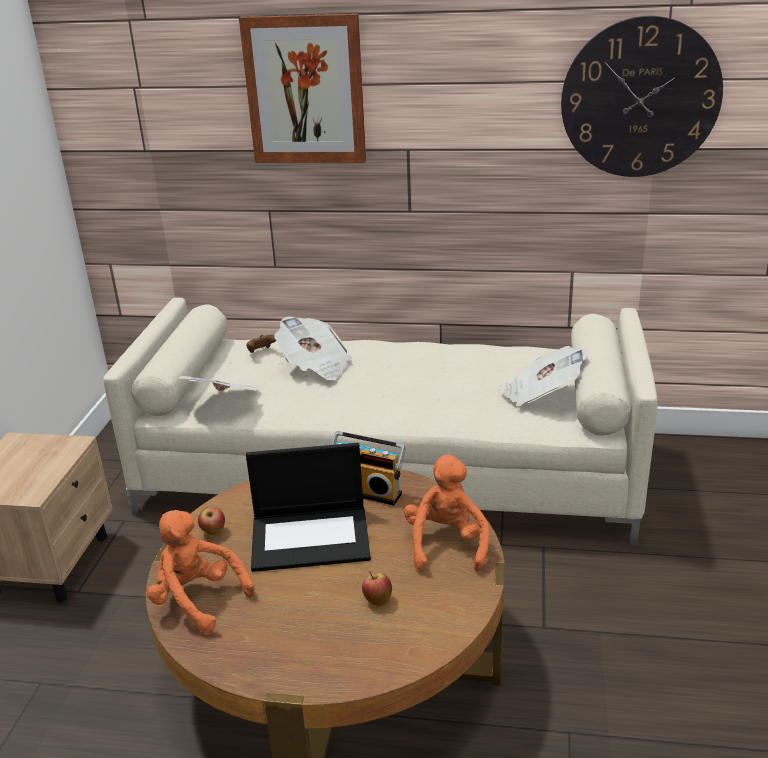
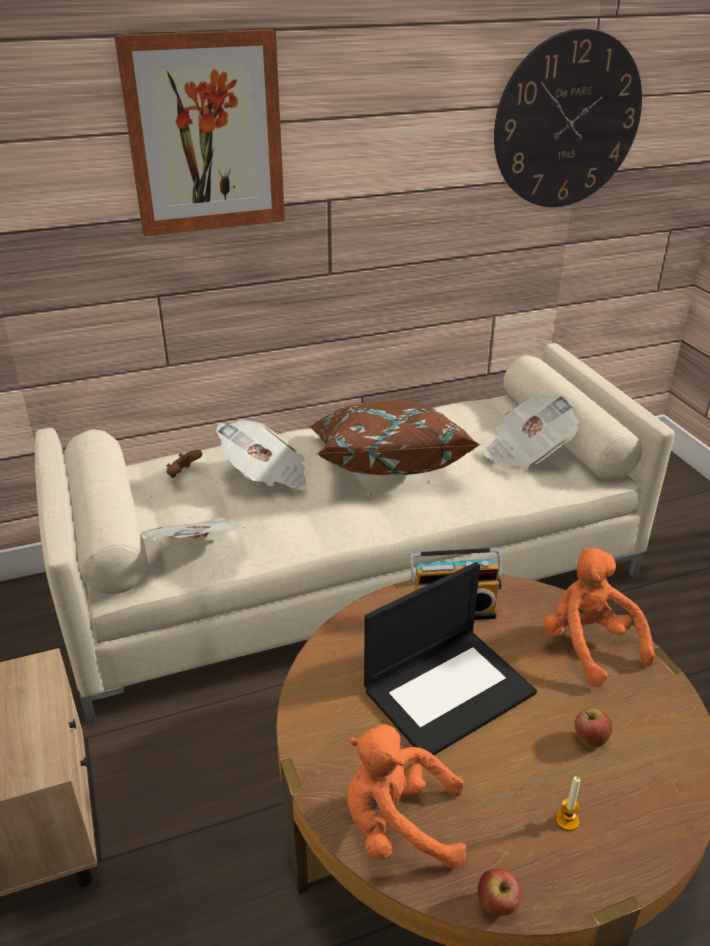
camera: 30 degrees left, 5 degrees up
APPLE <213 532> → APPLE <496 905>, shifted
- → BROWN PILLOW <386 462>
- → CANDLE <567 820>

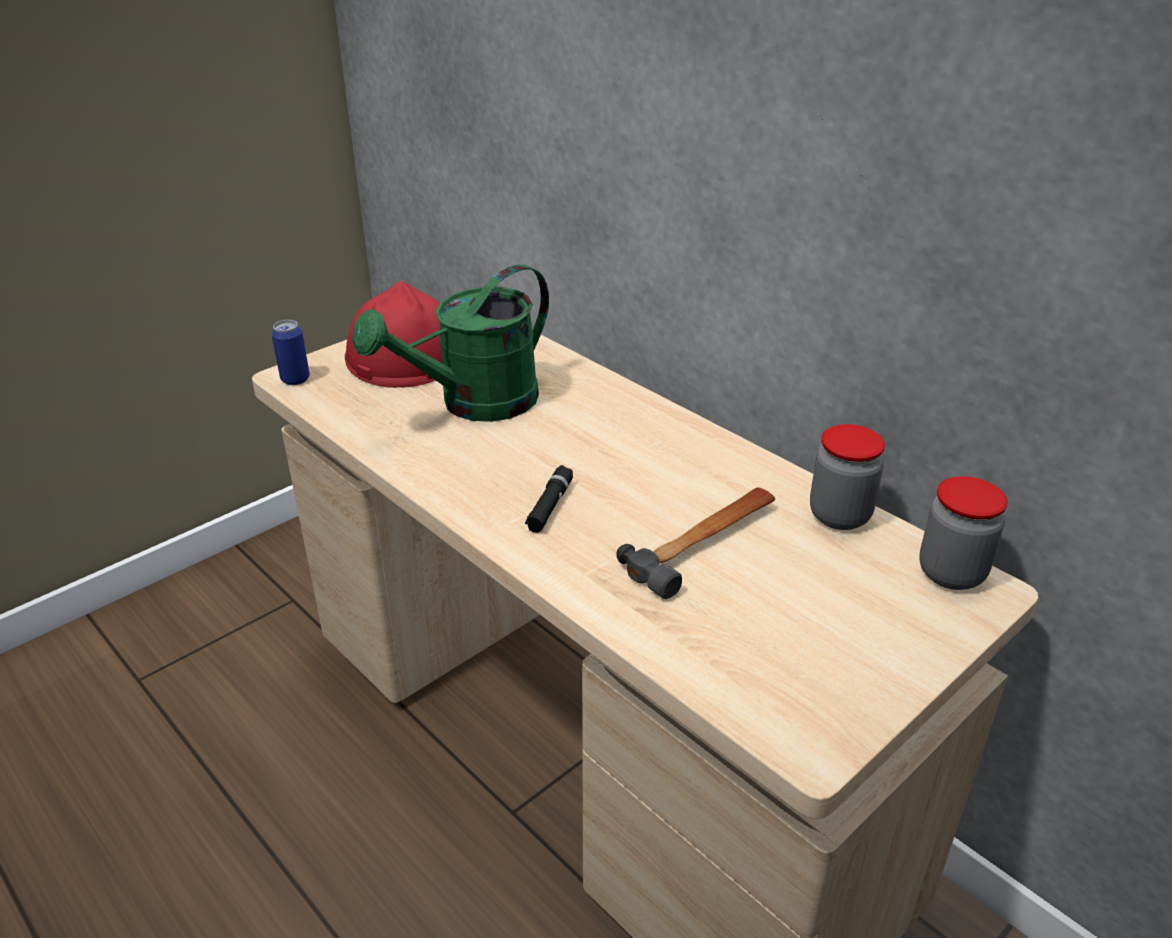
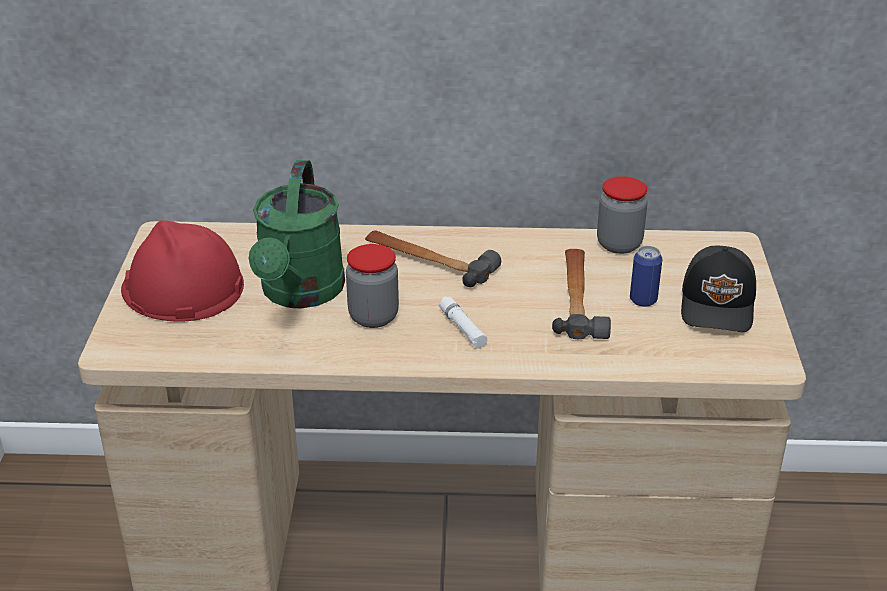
camera: 45 degrees left, 0 degrees up
CAN <295 379> → CAN <643 300>, shifted
BLACK FLASHLIGHT <550 506> → WHITE FLASHLIGHT <462 328>
JAR <951 573> → JAR <373 317>, shifted
- → HAMMER <428 261>
- → BLACK CAP <719 305>

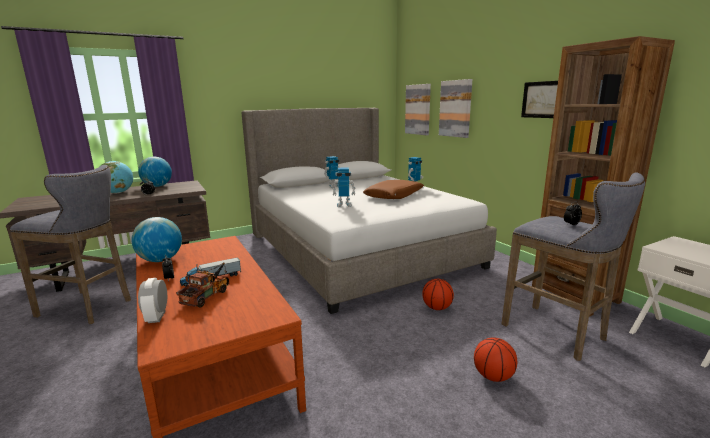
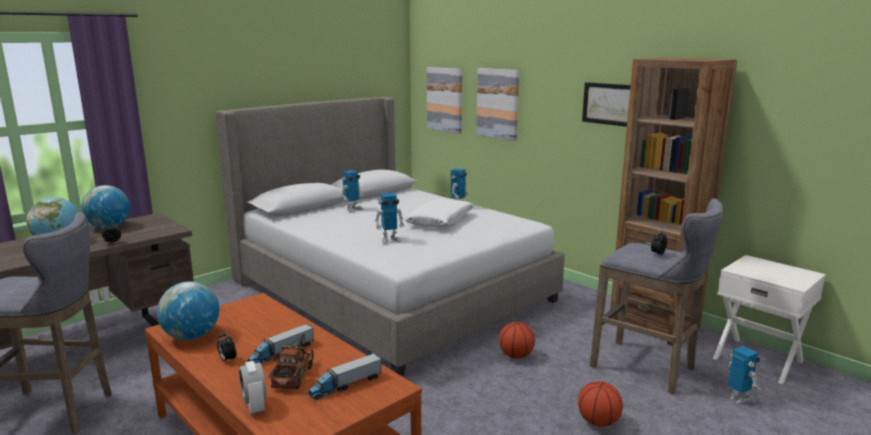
camera: 15 degrees left, 0 degrees up
BROWN PILLOW <394 196> → WHITE PILLOW <440 221>
- → TOY ROBOT <739 399>
- → TOY TRUCK <345 385>

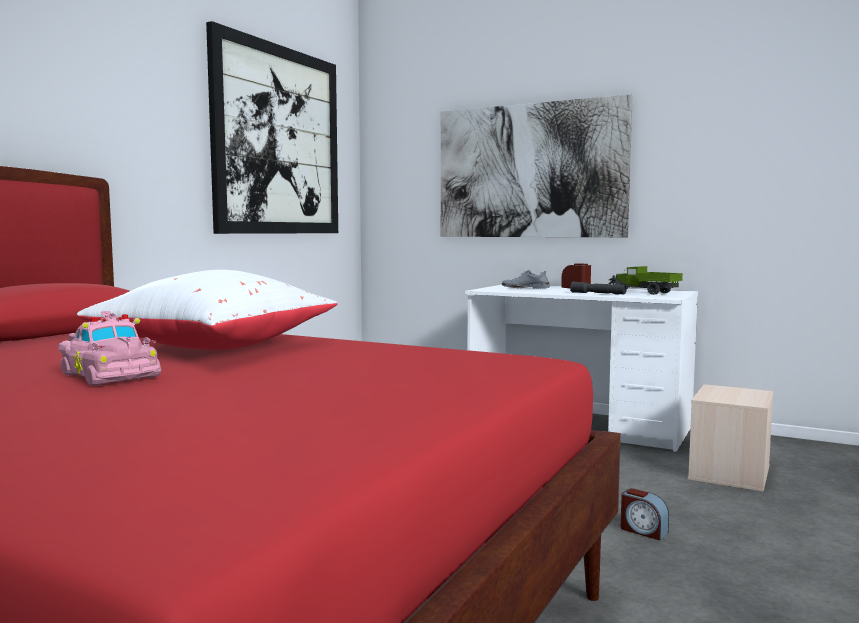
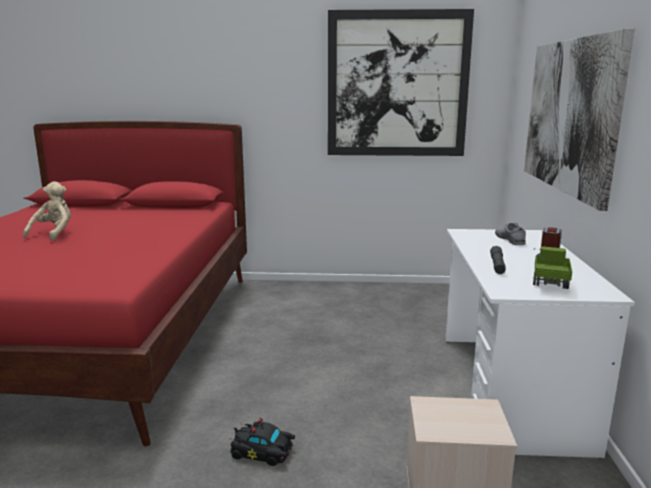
camera: 65 degrees right, 10 degrees up
WHITE PILLOW <214 348> → -
PINK TOY CAR <110 374> → BEIGE PLUSH TOY <54 233>
ALARM CLOCK <643 530> → BLACK TOY CAR <263 453>

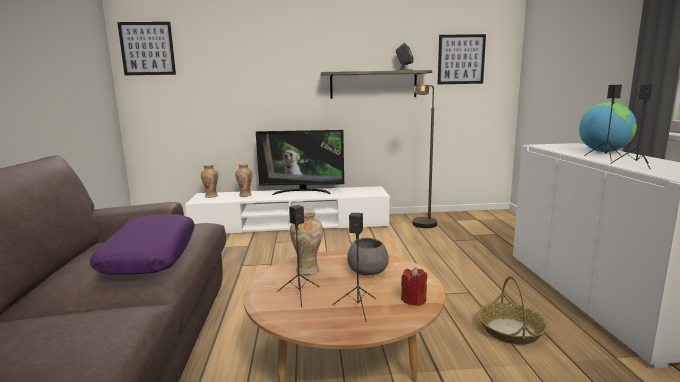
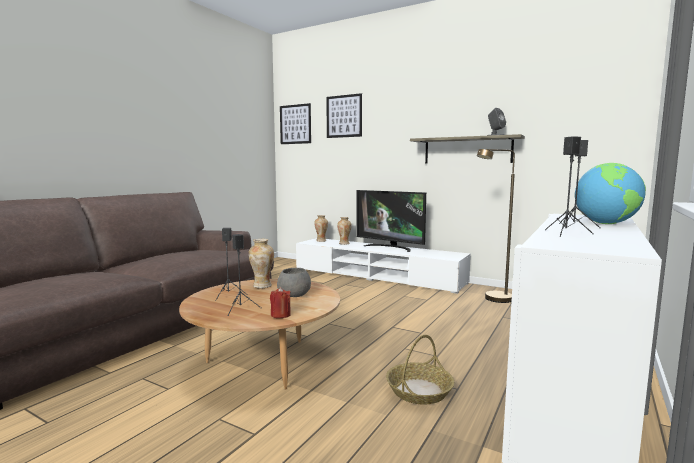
camera: 35 degrees right, 5 degrees down
PICTURE <461 59> → PICTURE <344 116>, shifted
PURPLE PILLOW <150 255> → -

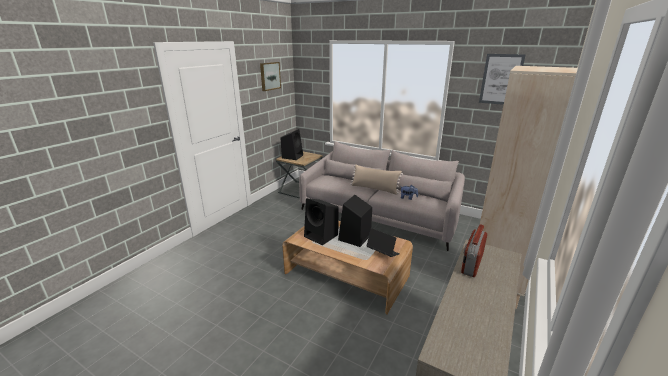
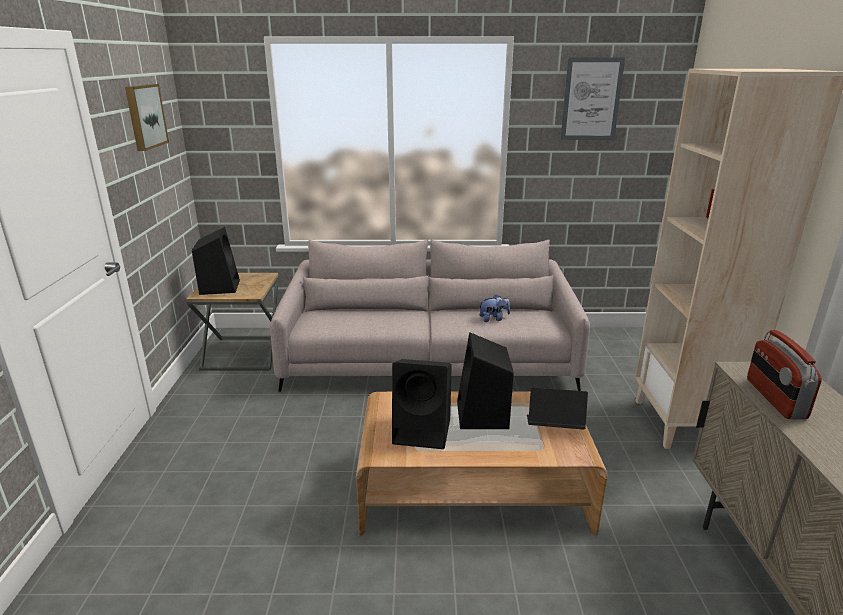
camera: 30 degrees left, 0 degrees up
BEIGE PILLOW <374 189> → -

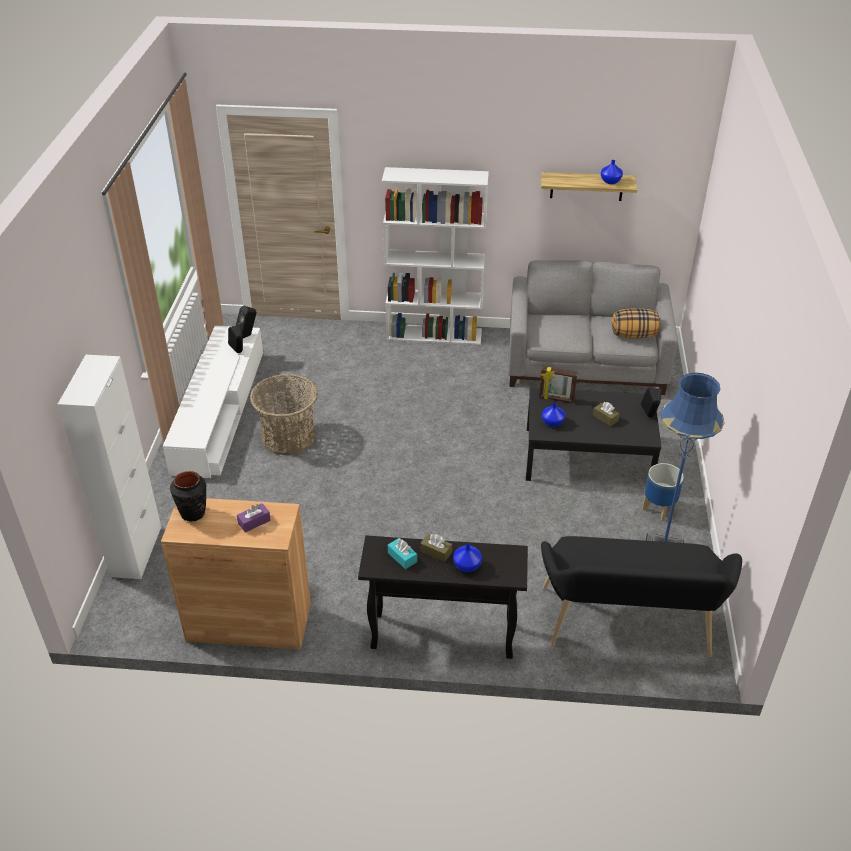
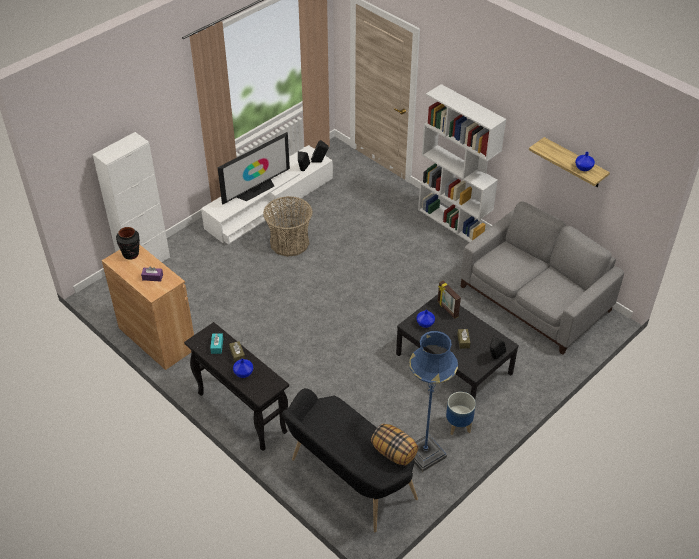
camera: 40 degrees right, 5 degrees up
PILLOW <633 335> → PILLOW <394 452>, shifted
- → TELEVISION <256 190>

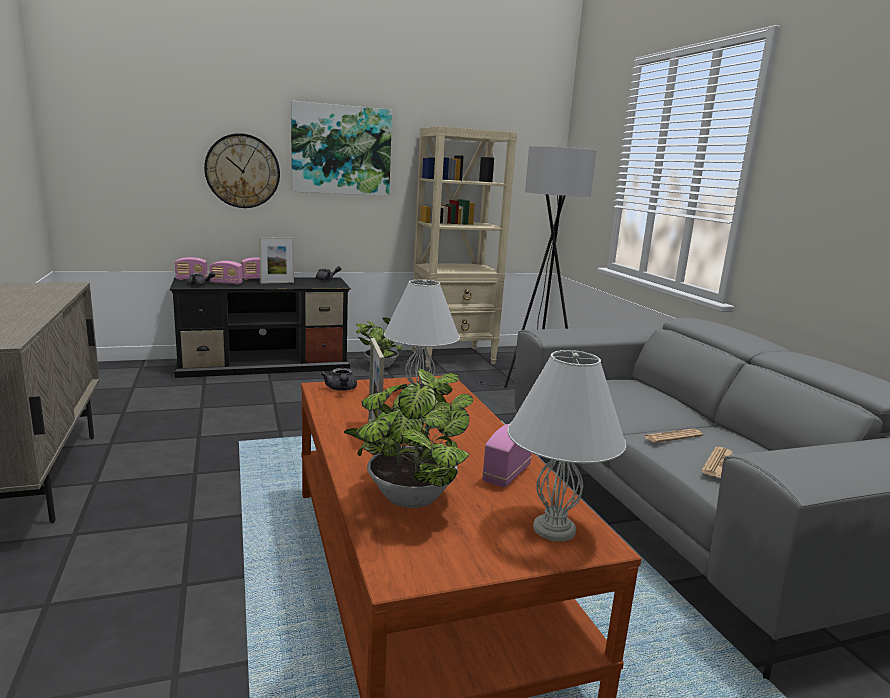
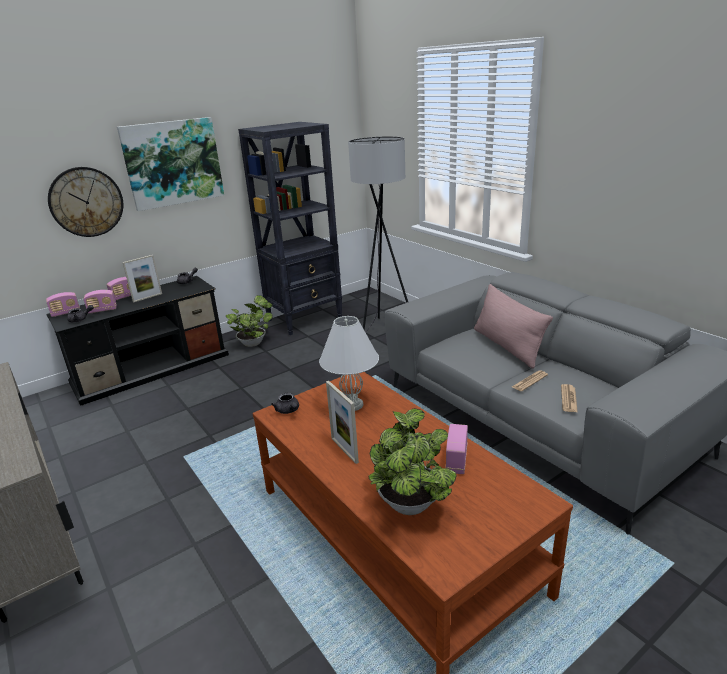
camera: 15 degrees left, 10 degrees up
BEIGE BOOKCASE <453 357> → BLACK BOOKCASE <305 318>
WHITE TABLE LAMP <555 529> → -
- → PINK PILLOW <507 346>

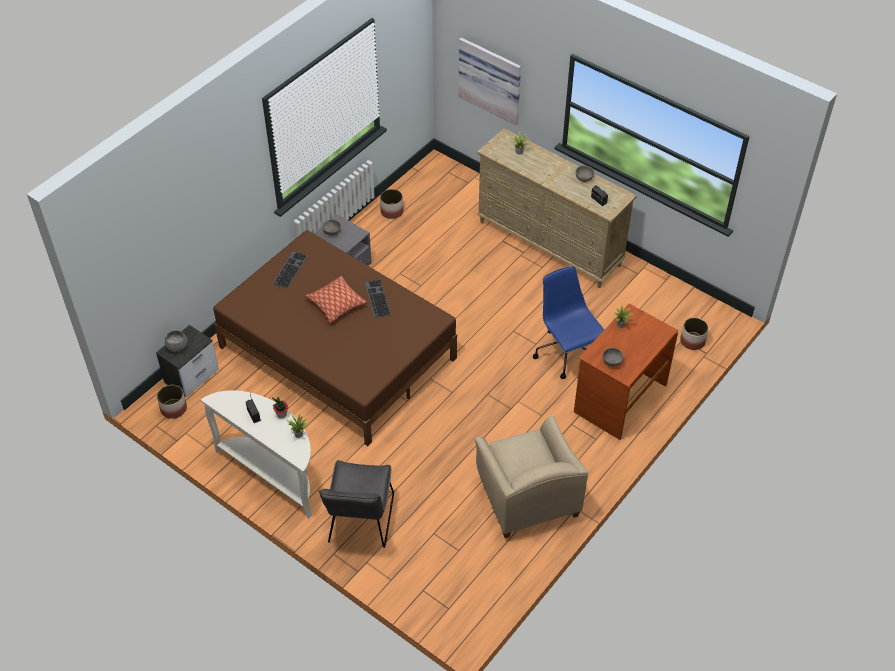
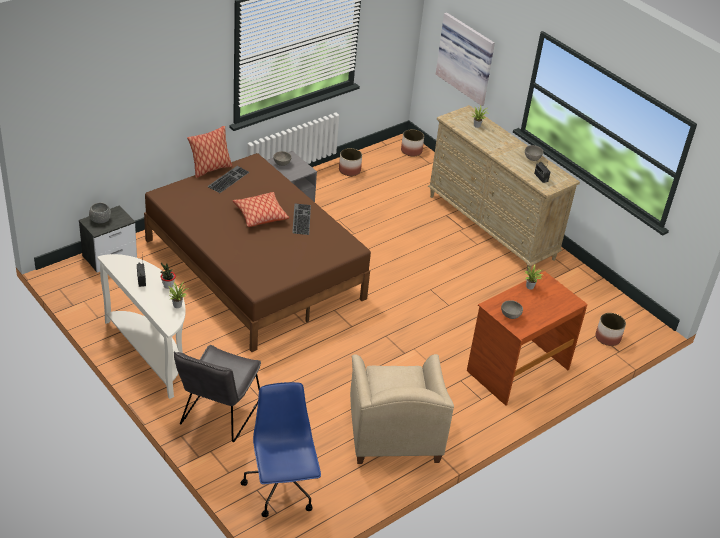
camera: 10 degrees right, 10 degrees down
BLUE OFFICE CHAIR <566 354> → BLUE OFFICE CHAIR <282 489>, shifted
PLANTER <173 408> → PLANTER <411 151>, shifted
- → PILLOW <210 169>

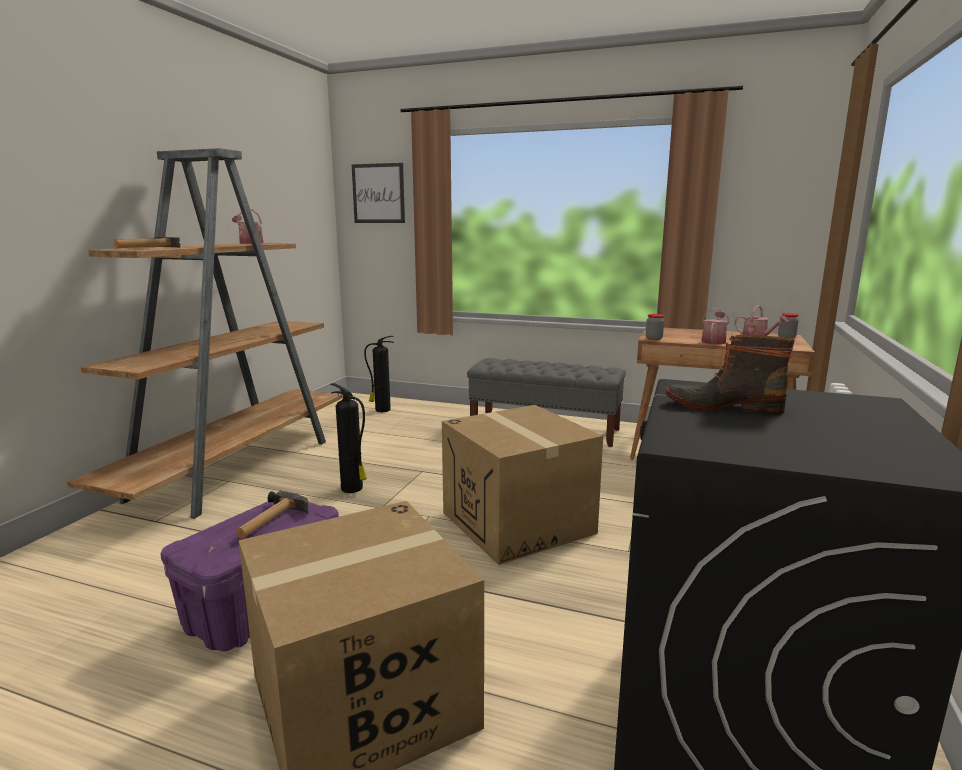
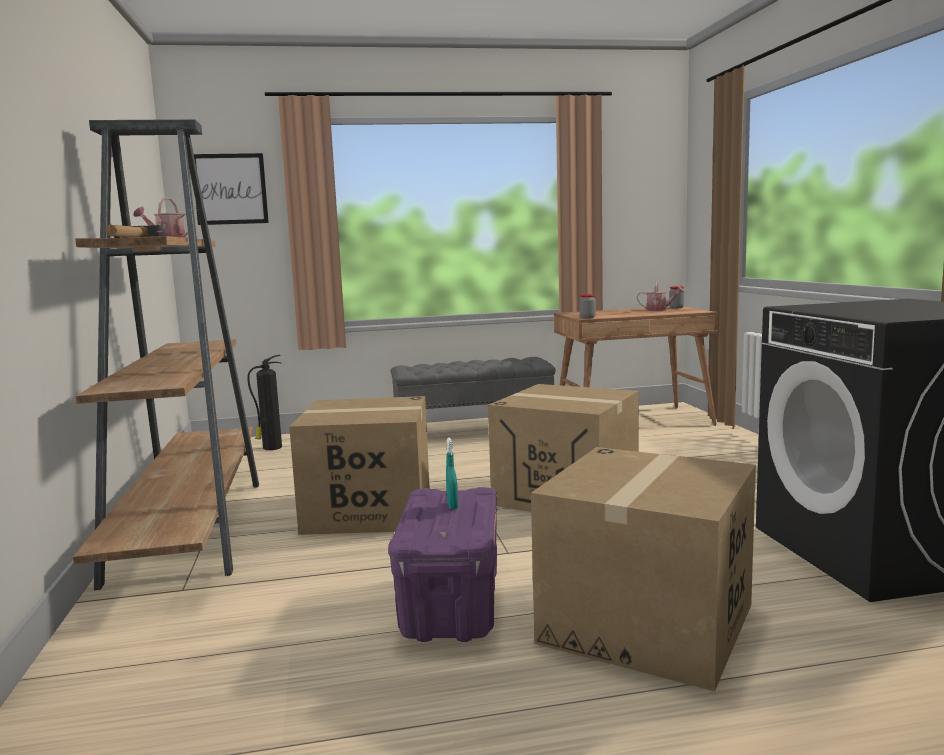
camera: 30 degrees left, 5 degrees down
WATERING CAN <714 341> → -
BOOT <722 406> → -
FIRE EXTINGUISHER <353 489> → CARDBOARD BOX <368 510>
HAMMER <270 521> → TURQUOISE SPRAY BOTTLE <452 506>

